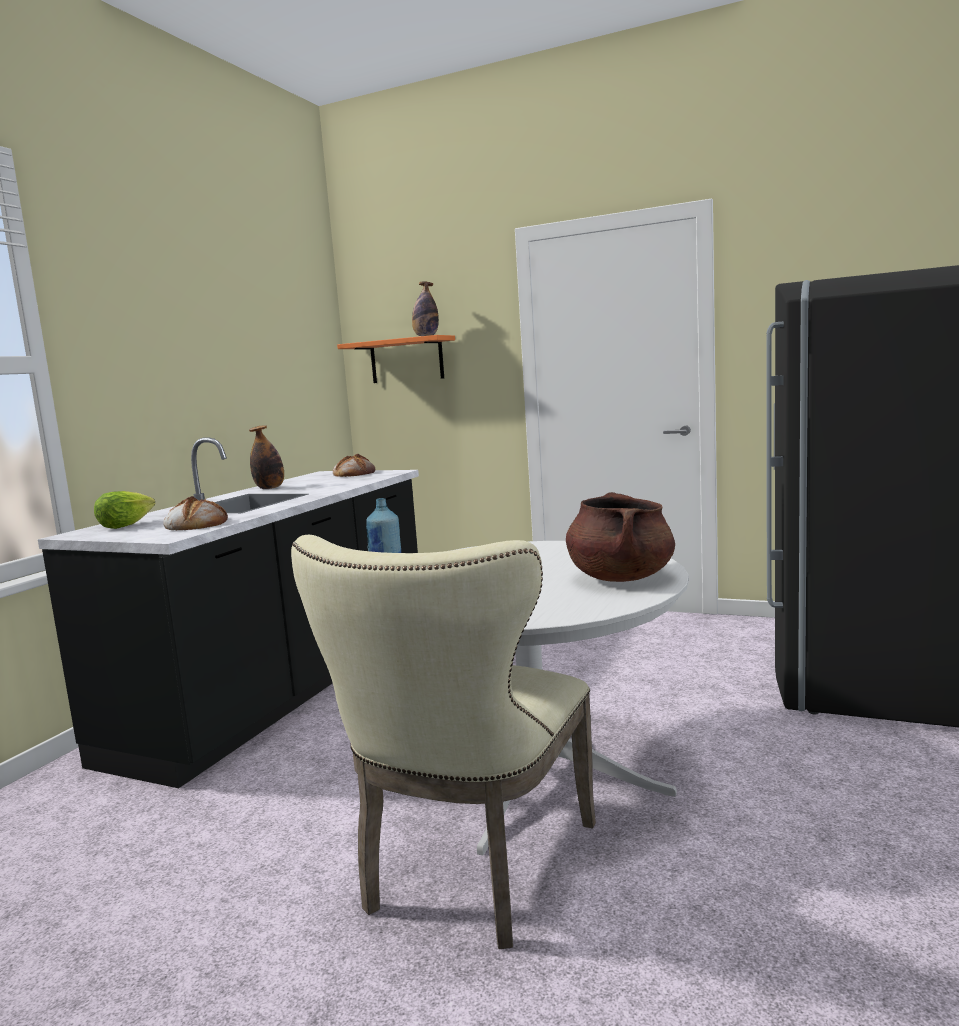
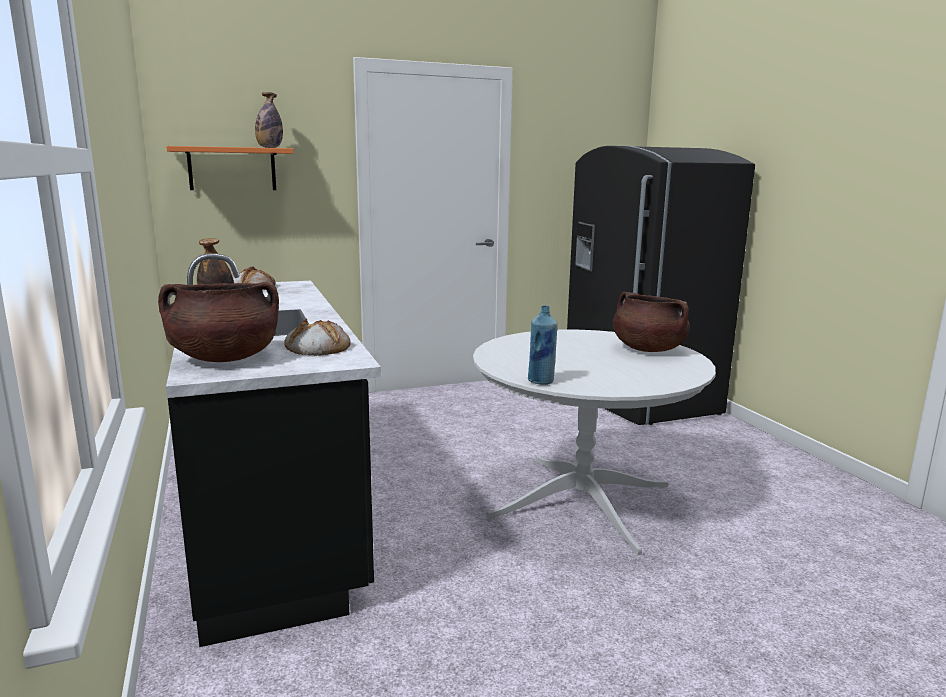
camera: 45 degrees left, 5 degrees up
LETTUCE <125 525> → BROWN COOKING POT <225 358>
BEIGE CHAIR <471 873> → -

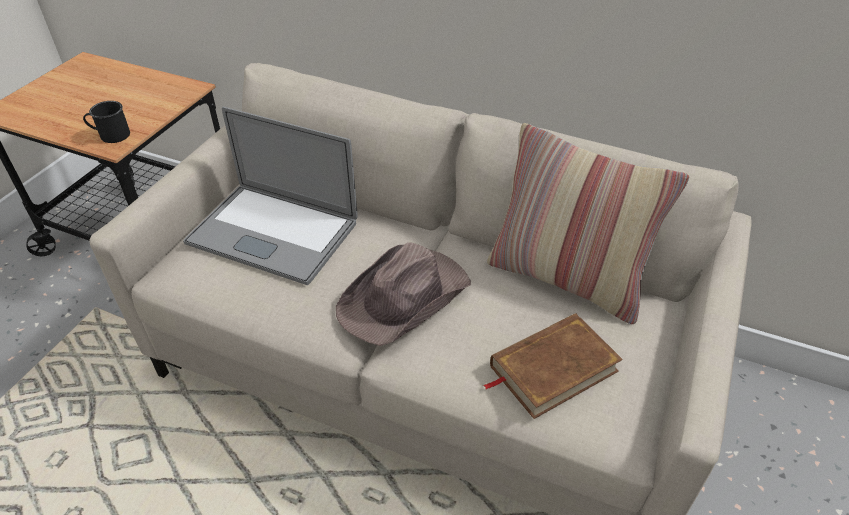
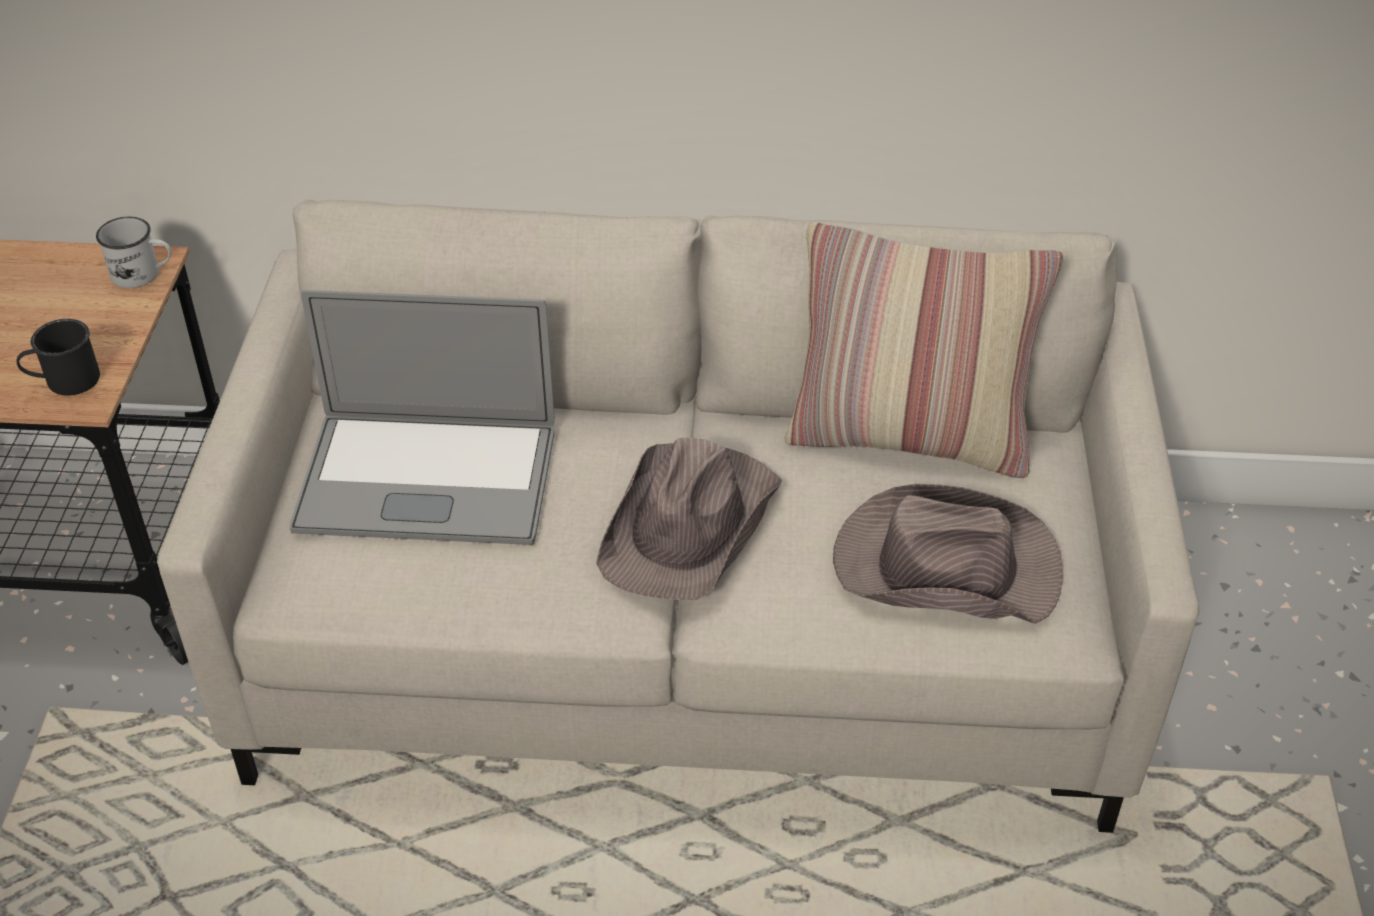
camera: 20 degrees left, 0 degrees up
BROWN BOOK <552 368> → BROWN HAT <943 566>
- → WHITE MUG <143 274>

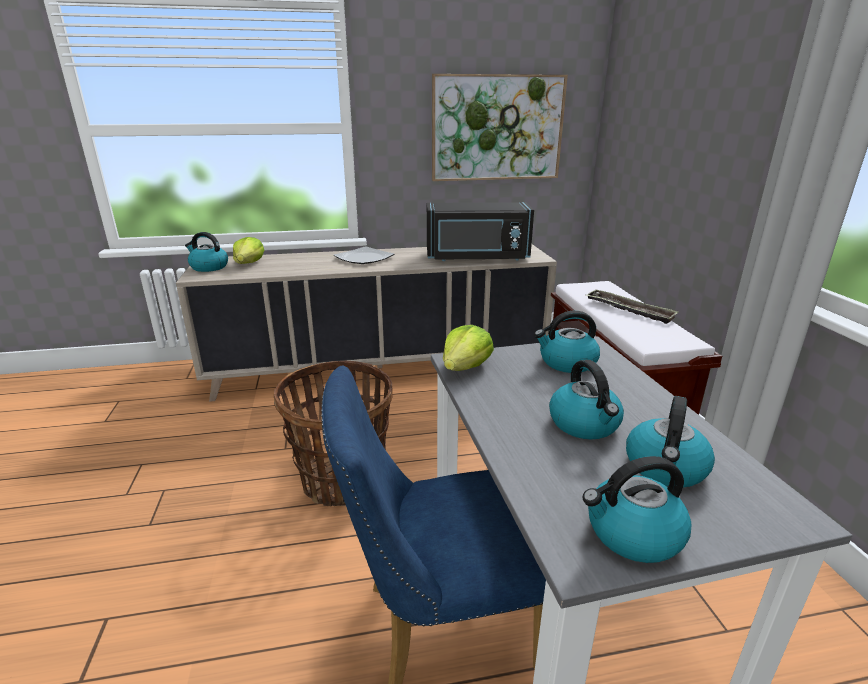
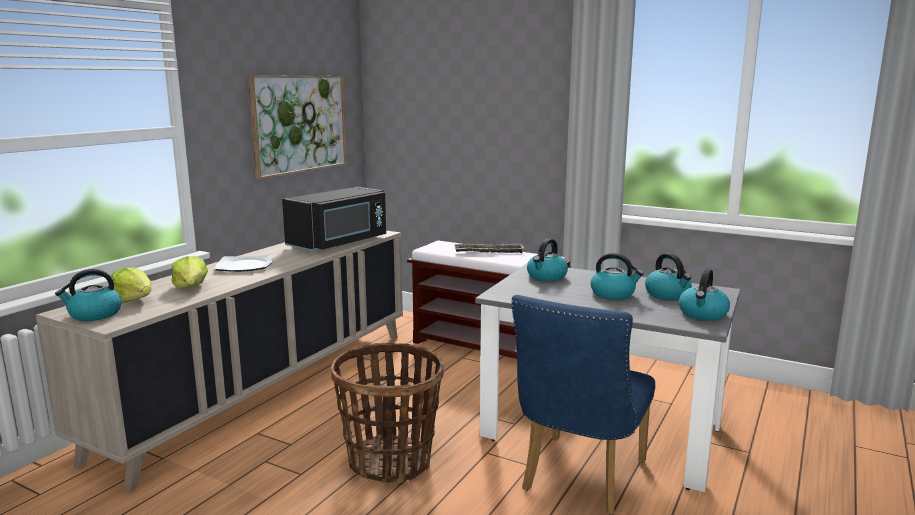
camera: 50 degrees left, 10 degrees down
LETTUCE <465 367> → LETTUCE <191 287>, shifted

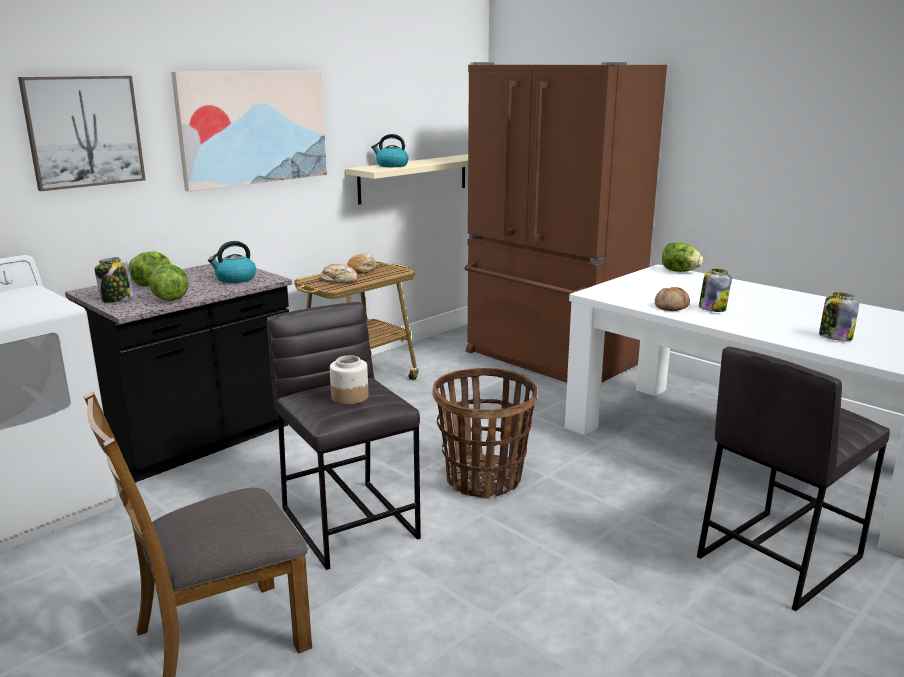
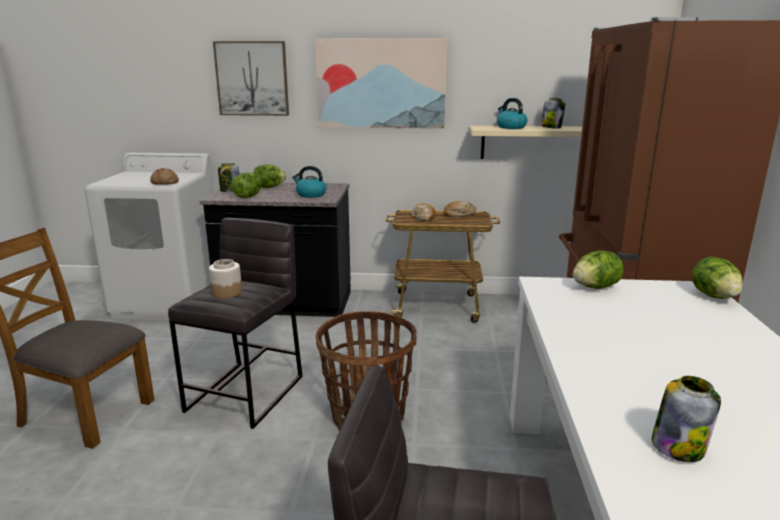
camera: 50 degrees right, 0 degrees up
JAR <712 309> → JAR <551 127>, shifted
BREAD <672 307> → BREAD <164 183>, shifted
- → LETTUCE <595 287>

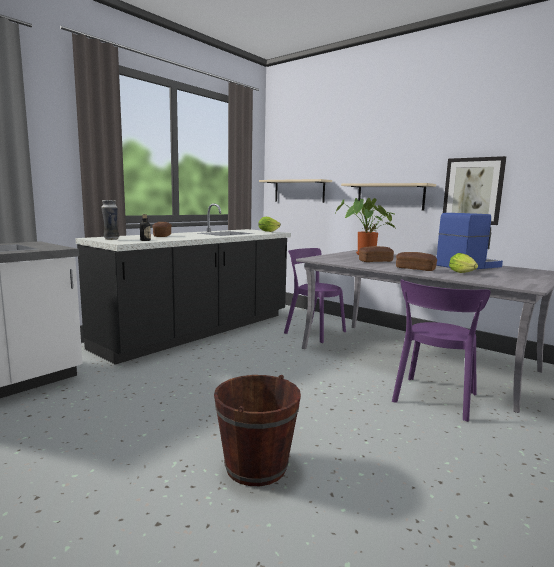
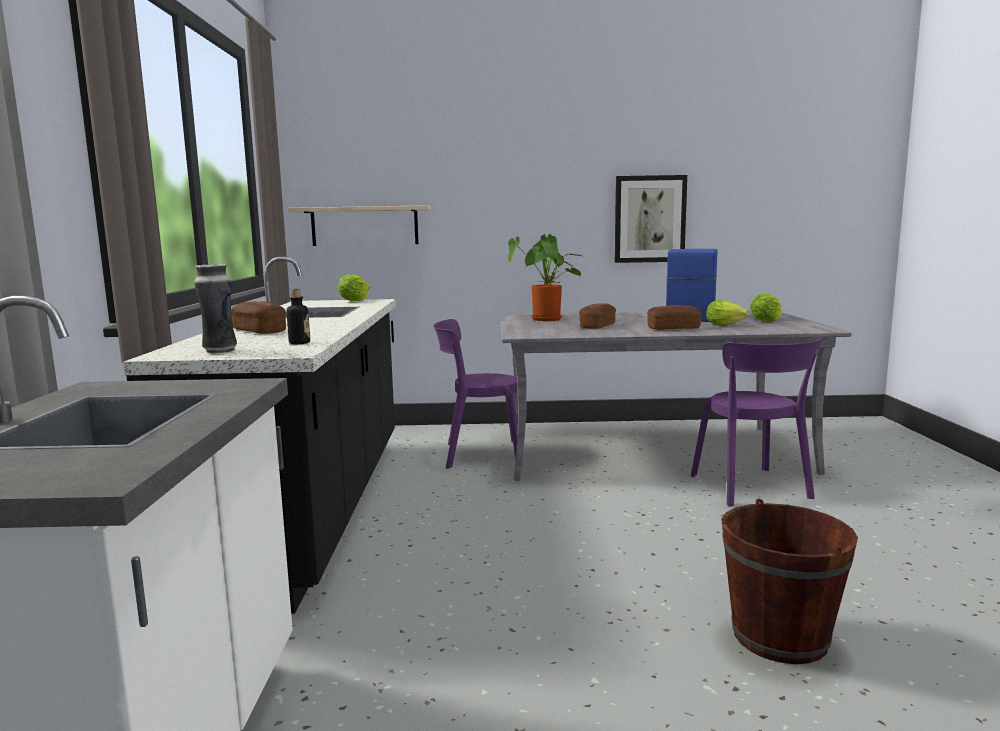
camera: 40 degrees left, 0 degrees up
BEIGE SHELF <390 196> → -
- → LETTUCE <765 321>

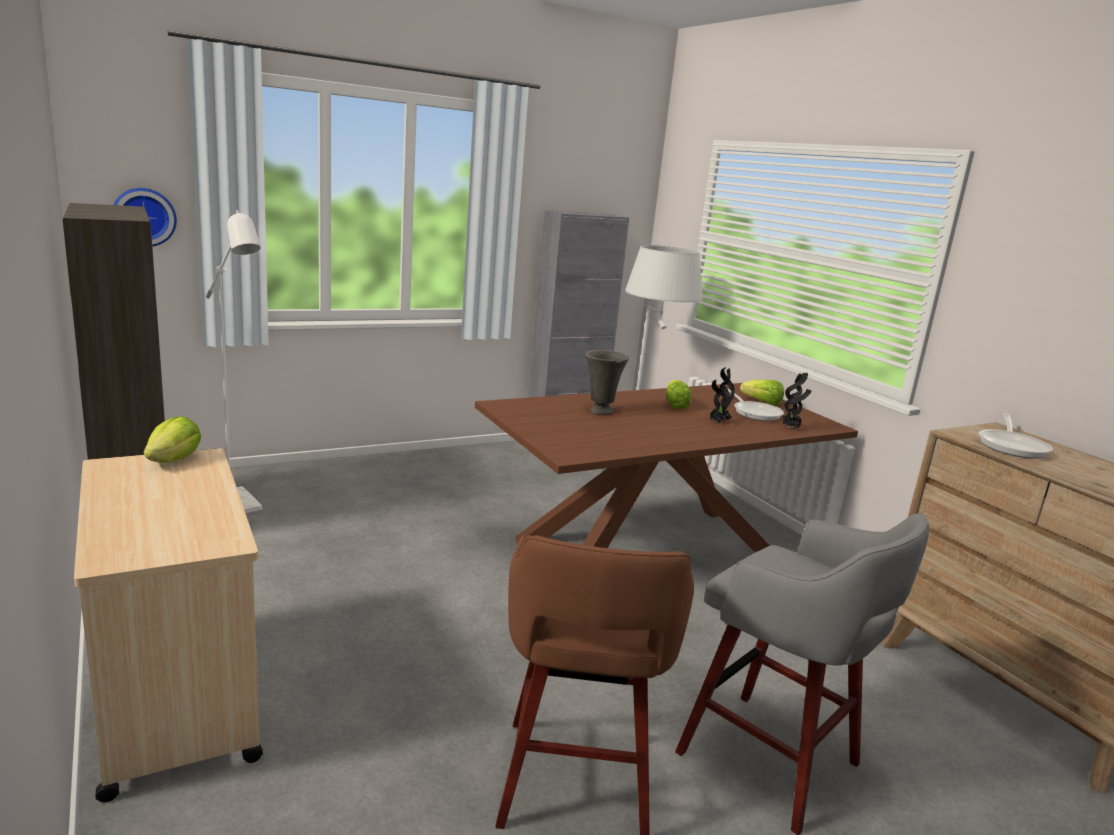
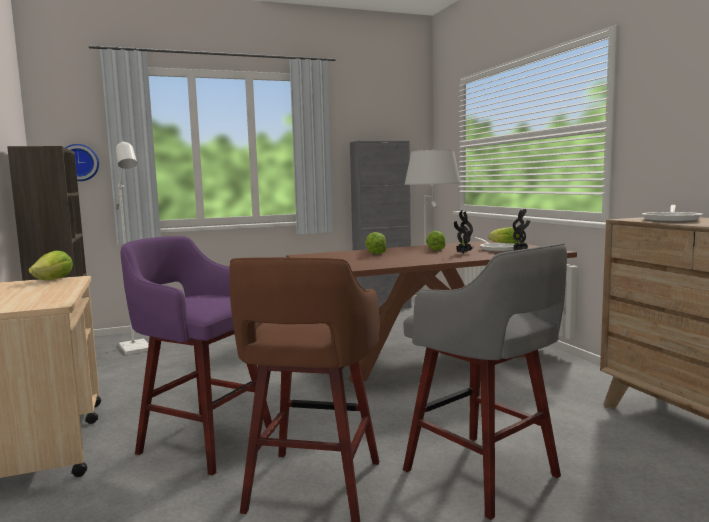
camera: 10 degrees right, 10 degrees down
GREY VASE <600 411> → LETTUCE <375 254>
- → PURPLE STOOL <203 441>

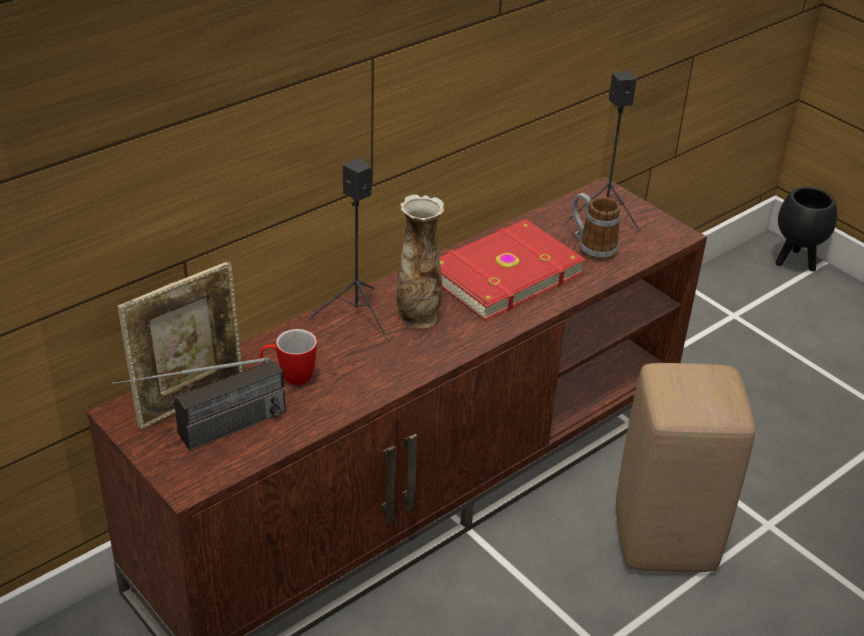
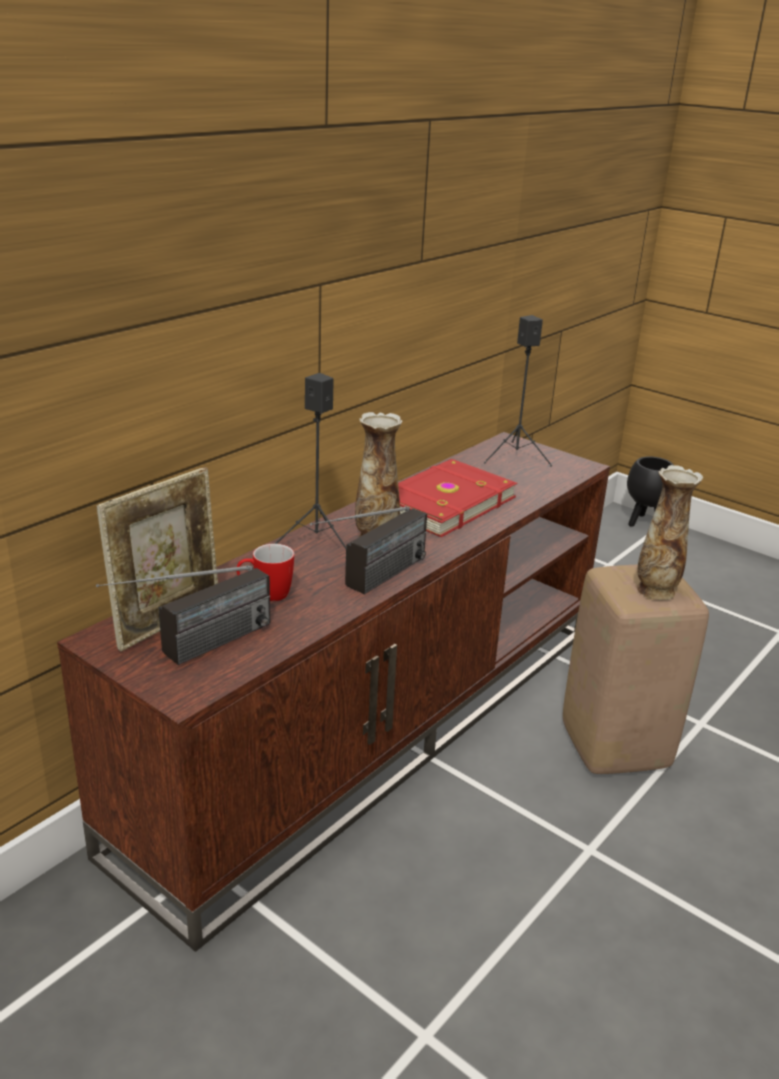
camera: 10 degrees left, 10 degrees down
MUG <591 247> → -
- → VASE <656 590>
- → RADIO <371 582>

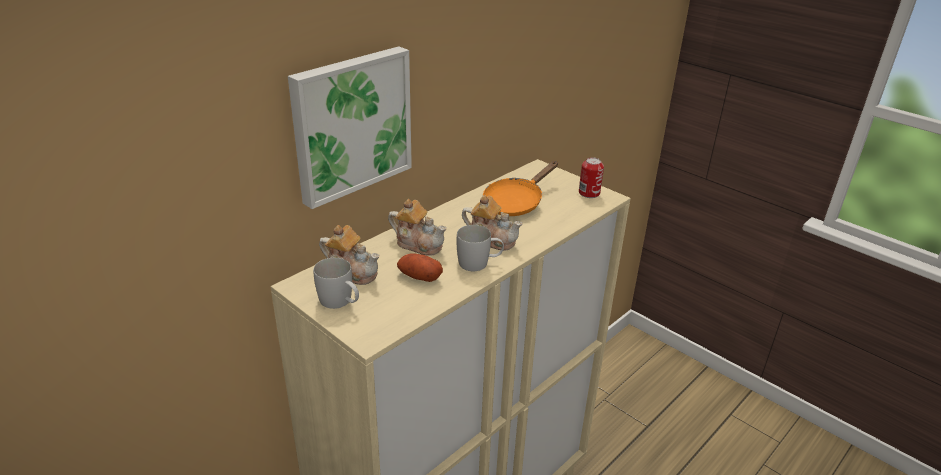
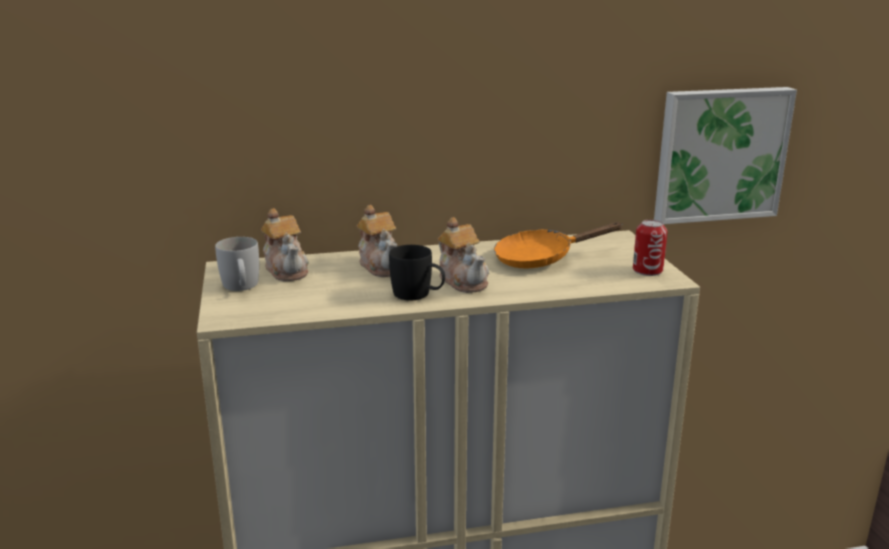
camera: 35 degrees right, 10 degrees down
PICTURE <350 124> → PICTURE <719 154>, shifted
WHITE MUG <479 263> → BLACK MUG <418 295>
POTATO <419 277> → -

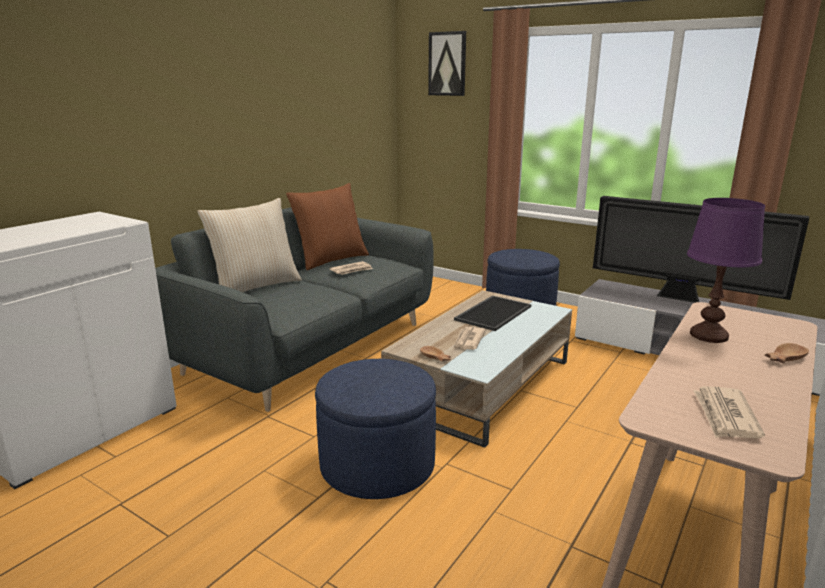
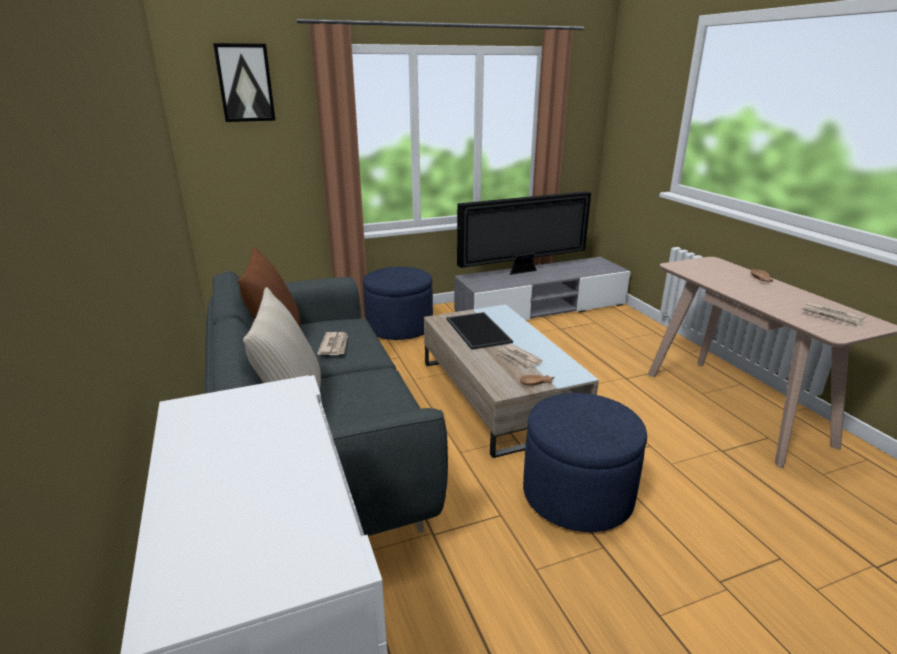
camera: 55 degrees left, 5 degrees up
PURPLE TABLE LAMP <709 335> → -

